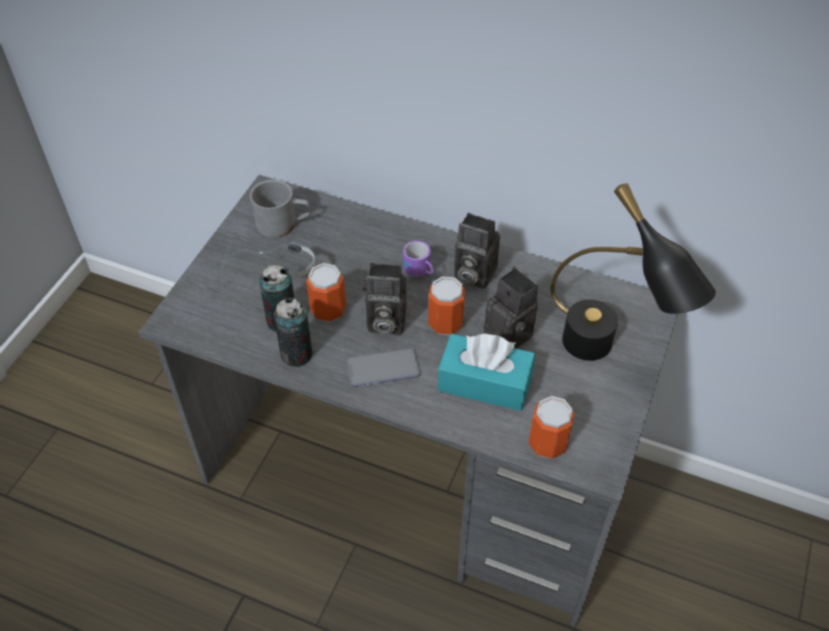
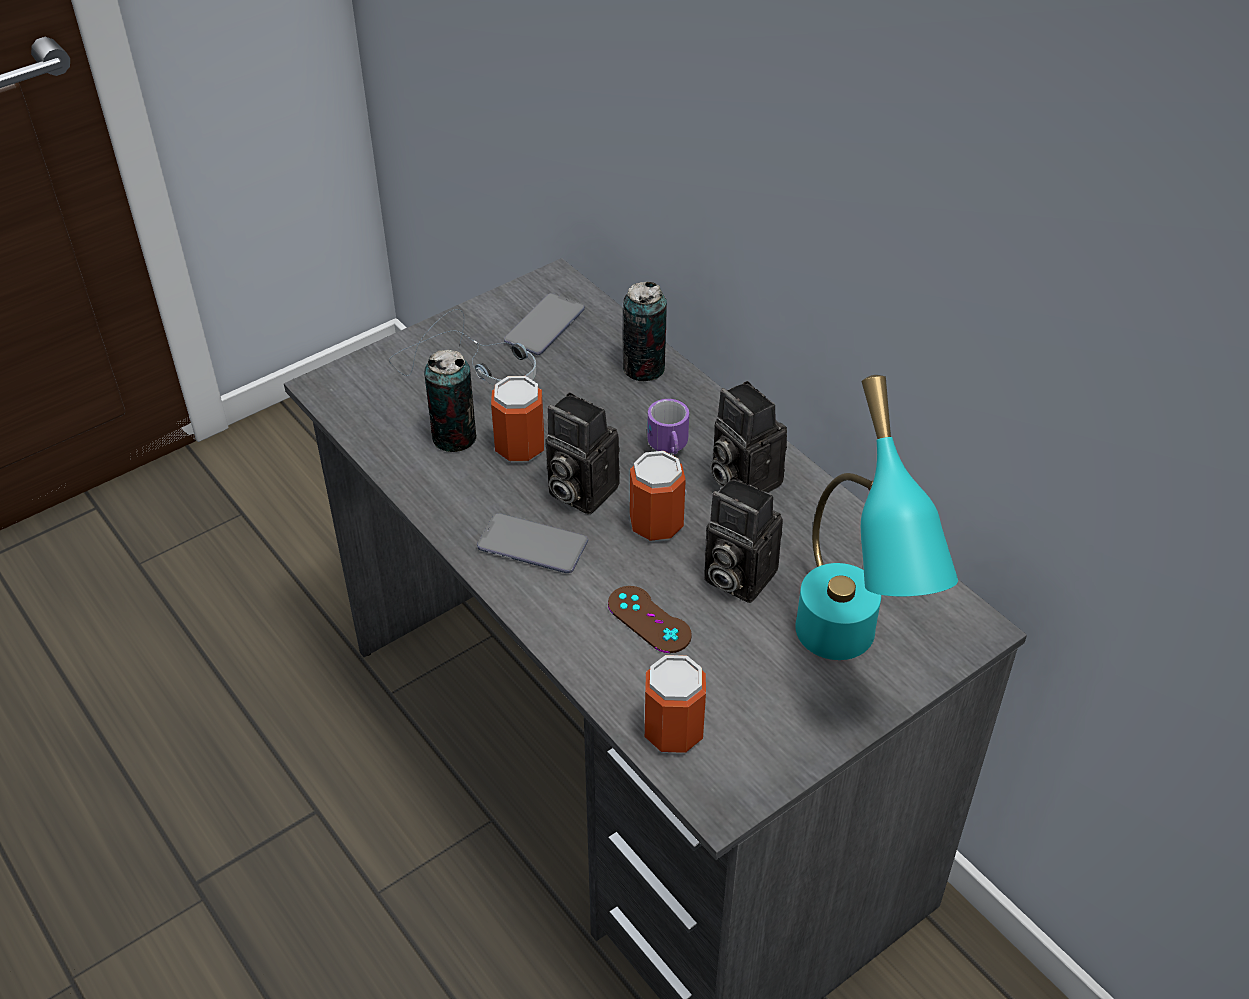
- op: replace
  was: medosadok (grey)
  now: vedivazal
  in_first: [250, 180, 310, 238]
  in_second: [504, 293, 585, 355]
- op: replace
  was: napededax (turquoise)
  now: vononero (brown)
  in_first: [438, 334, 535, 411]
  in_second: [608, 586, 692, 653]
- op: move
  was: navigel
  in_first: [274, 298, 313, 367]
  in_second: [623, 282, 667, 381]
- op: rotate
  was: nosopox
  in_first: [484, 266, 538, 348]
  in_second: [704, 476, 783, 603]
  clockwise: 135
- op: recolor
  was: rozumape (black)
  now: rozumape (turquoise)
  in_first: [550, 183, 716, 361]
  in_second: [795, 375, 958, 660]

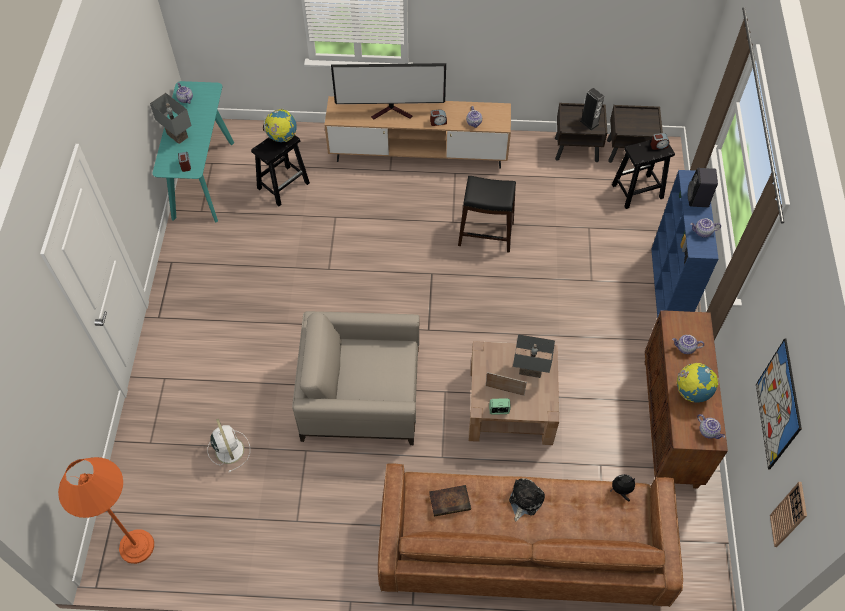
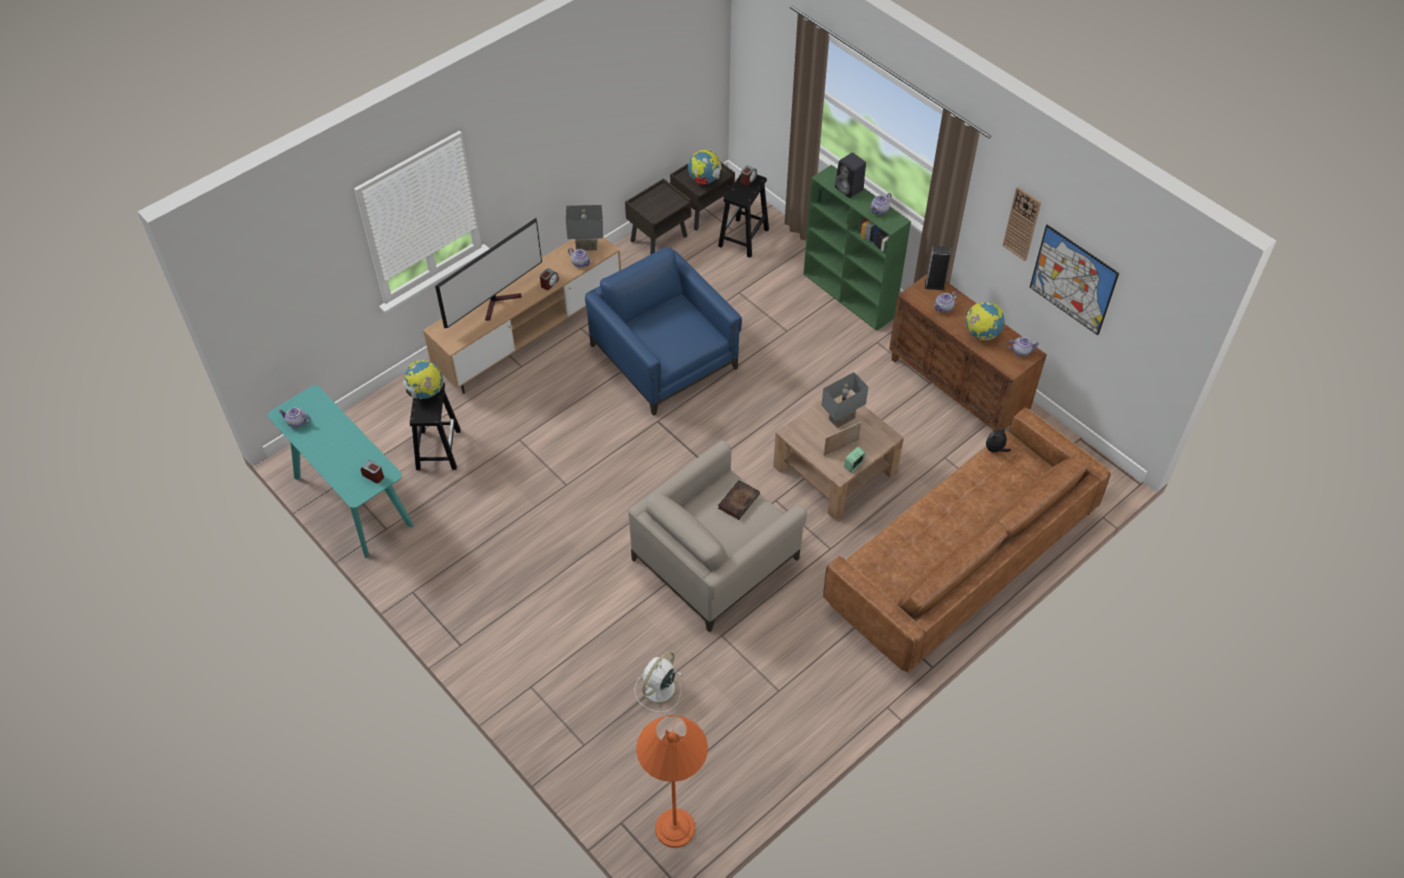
- op: move
  was: rozumape (grey)
  in_first: [150, 93, 192, 144]
  in_second: [566, 205, 603, 251]
- op: replace
  was: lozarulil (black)
  now: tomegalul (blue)
  in_first: [458, 176, 516, 253]
  in_second: [585, 247, 742, 416]
- op: rotate
  was: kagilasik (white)
  in_first: [207, 419, 250, 472]
  in_second: [635, 651, 681, 712]
  clockwise: -75
- op: insert
  now: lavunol
  in_second: [688, 149, 722, 184]
- op: move
  was: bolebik
  in_first: [429, 485, 471, 517]
  in_second: [718, 480, 760, 520]
- op: recolor
  was: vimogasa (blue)
  now: vimogasa (green)
  in_first: [651, 170, 719, 318]
  in_second: [804, 165, 911, 331]
- op: move
  was: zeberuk
  in_first: [580, 88, 604, 131]
  in_second: [925, 246, 950, 290]
- op: move
  was: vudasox
  in_first: [770, 482, 807, 547]
  in_second: [1003, 187, 1041, 261]
- op: delete
  was: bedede
  in_first: [509, 478, 545, 522]

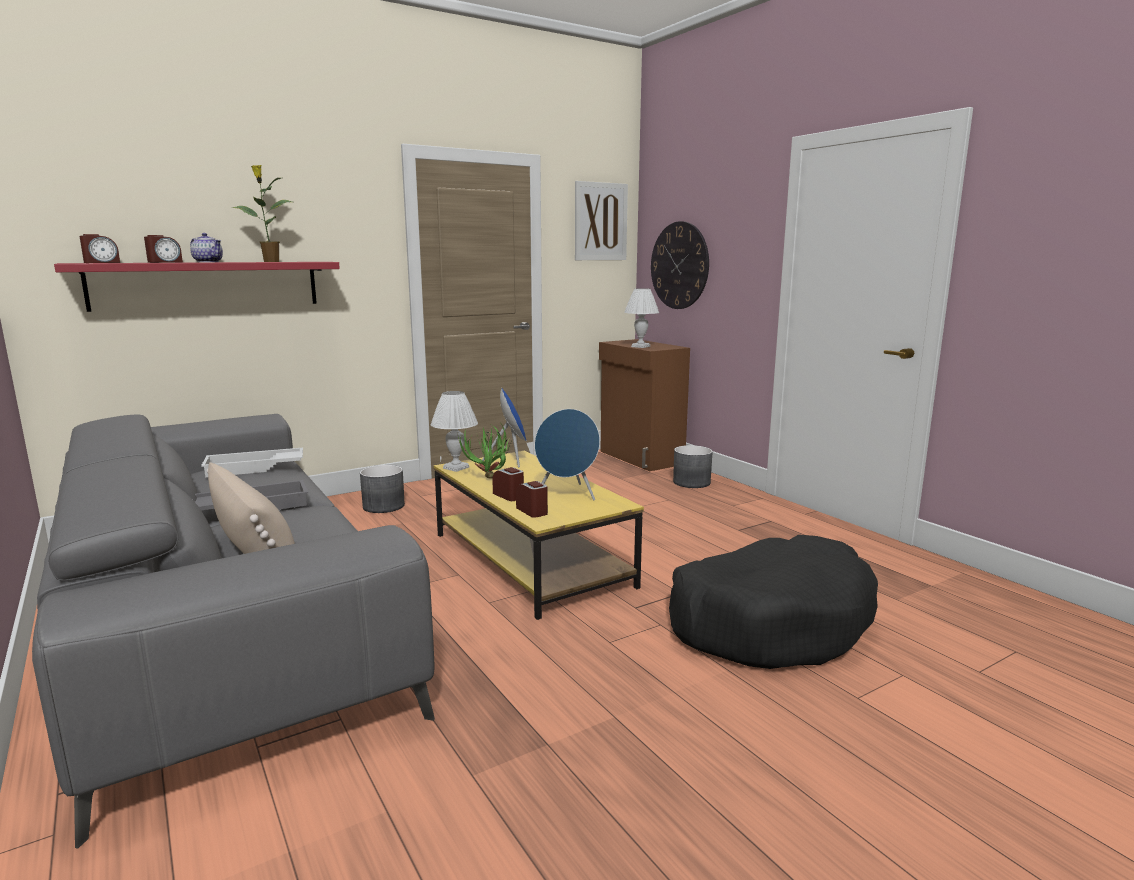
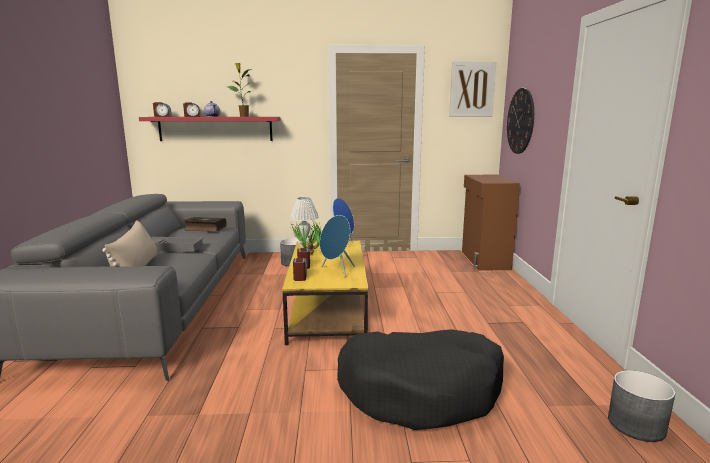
- op: replace
  was: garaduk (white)
  now: bolebik
  in_first: [201, 448, 303, 477]
  in_second: [184, 217, 226, 232]
- op: move
  was: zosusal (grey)
  in_first: [673, 445, 713, 488]
  in_second: [608, 370, 675, 442]
- op: delete
  was: rozumape (white)
  in_first: [624, 288, 659, 348]

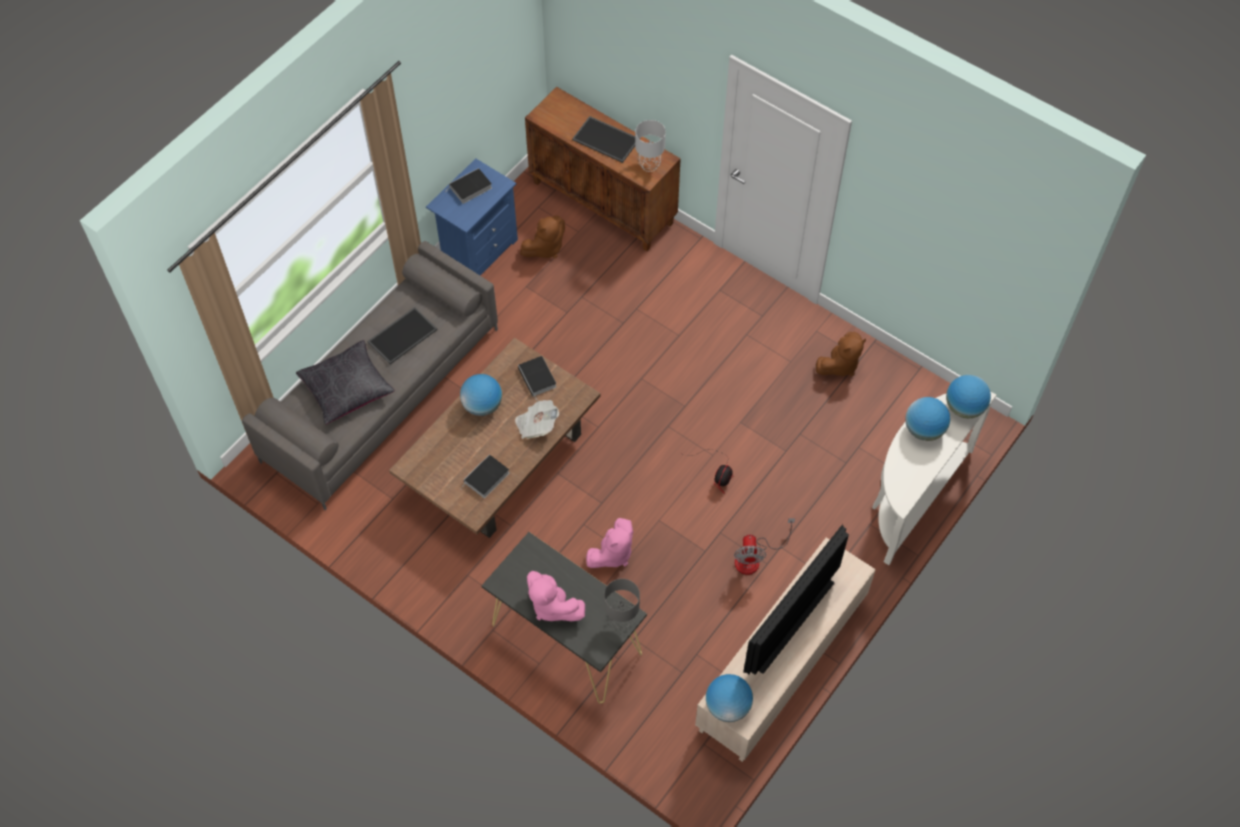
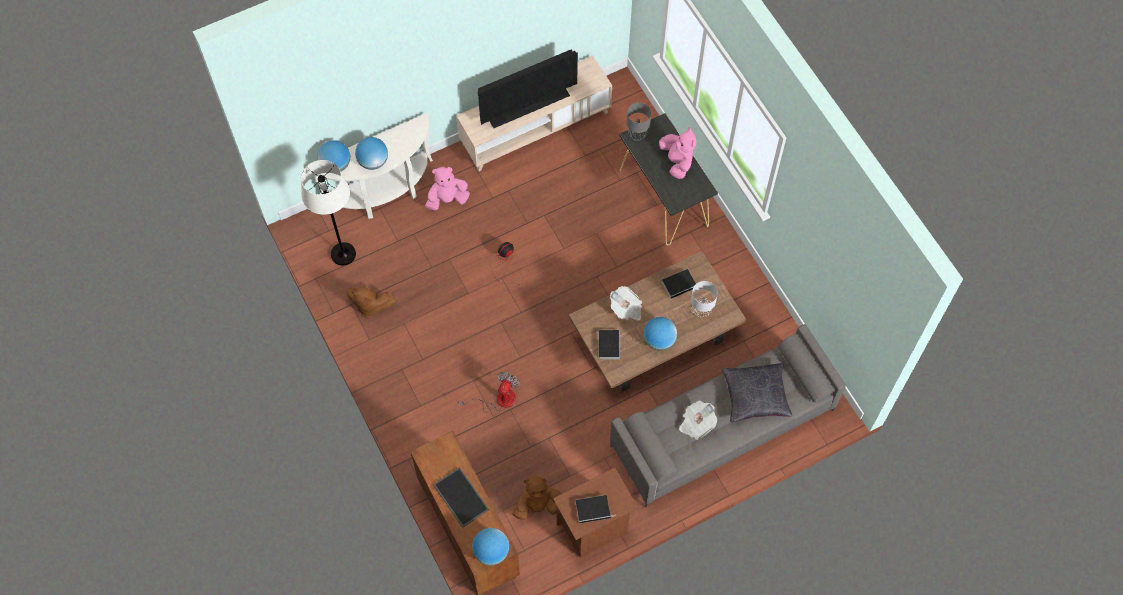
- op: insert
  now: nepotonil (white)
  in_second: [301, 160, 356, 266]
- op: rotate
  was: bedede (brown)
  in_first: [816, 332, 866, 376]
  in_second: [346, 286, 395, 318]
  clockwise: -150
- op: move
  was: bedede (pink)
  in_first: [586, 518, 633, 568]
  in_second: [425, 167, 470, 211]
- op: move
  was: kagilasik
  in_first: [734, 518, 795, 575]
  in_second: [459, 372, 520, 413]
- op: move
  was: lavunol
  in_first: [706, 674, 753, 722]
  in_second: [472, 528, 509, 565]
- op: recolor
  was: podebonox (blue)
  now: podebonox (brown)
  in_first: [426, 158, 518, 276]
  in_second: [553, 467, 638, 558]
- op: replace
  was: garaduk
  now: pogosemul
  in_first: [367, 307, 438, 364]
  in_second: [679, 401, 717, 440]
- op: move
  was: rozumape (grey)
  in_first: [635, 120, 666, 172]
  in_second: [691, 281, 718, 317]

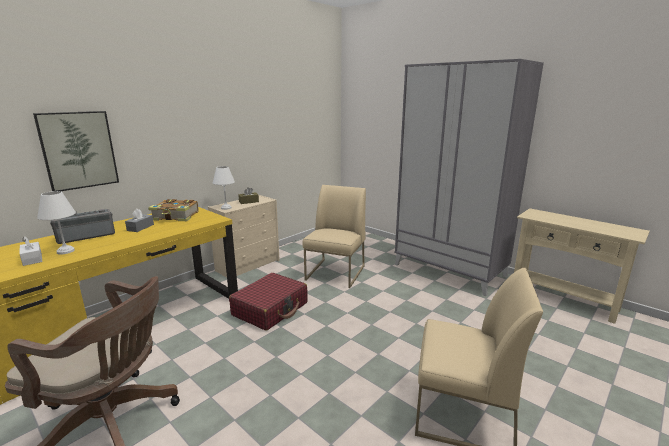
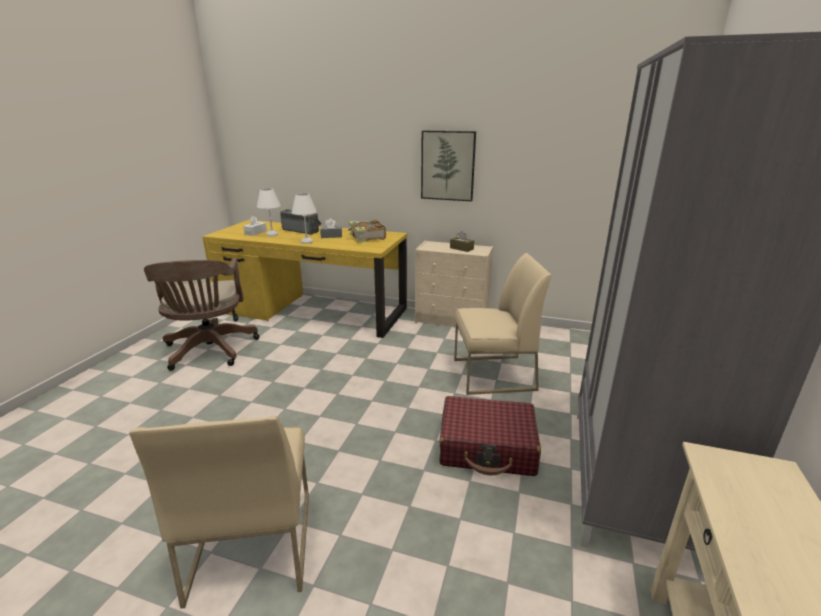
- op: move
  was: rozumape (white)
  in_first: [213, 166, 235, 210]
  in_second: [291, 193, 317, 244]
- op: move
  was: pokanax
  in_first: [33, 111, 119, 191]
  in_second: [421, 131, 476, 201]
- op: move
  was: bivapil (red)
  in_first: [229, 273, 308, 331]
  in_second: [439, 396, 541, 476]

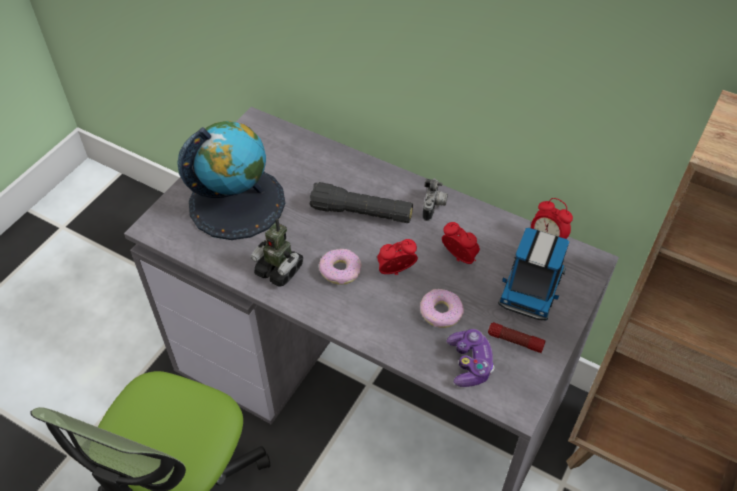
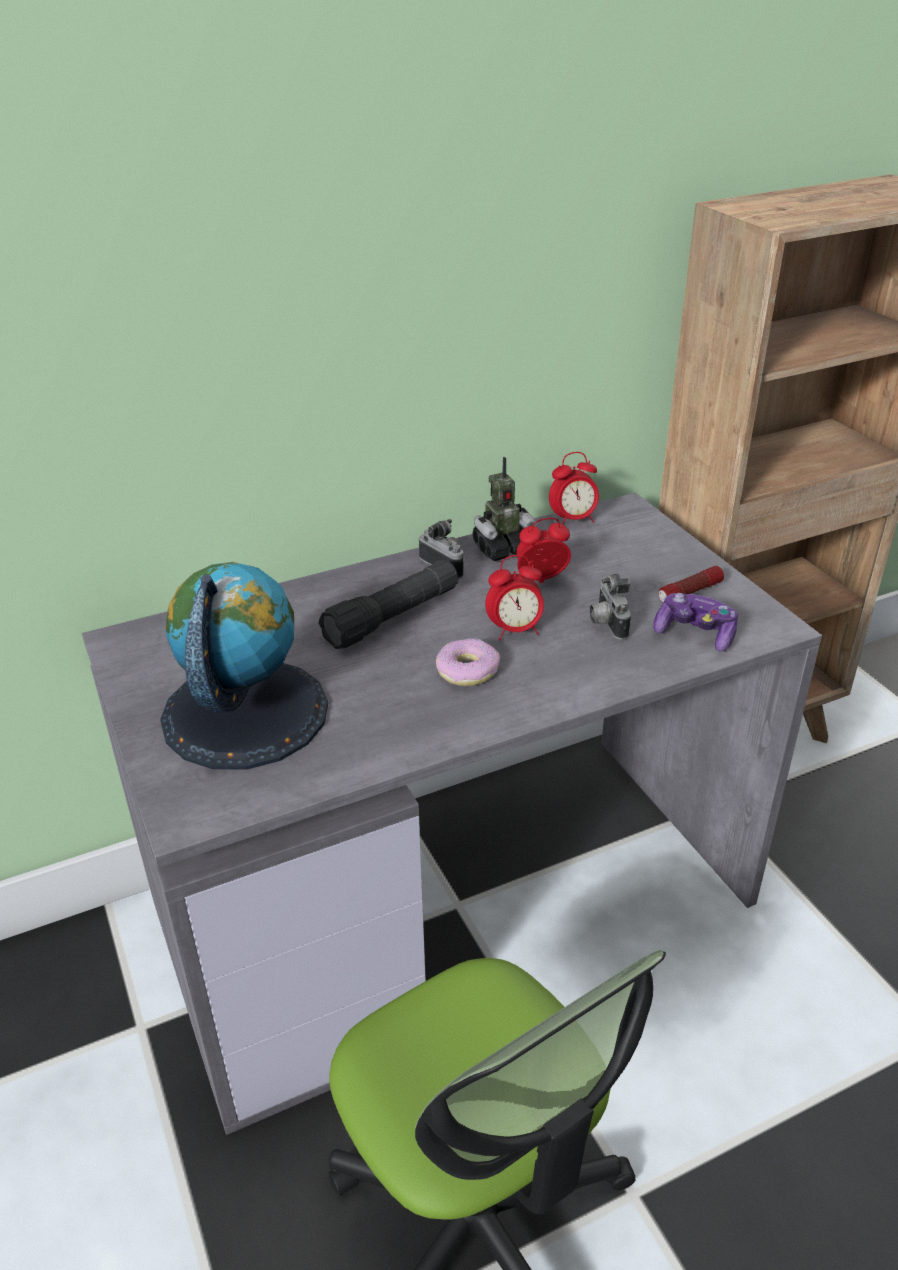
- op: move
  was: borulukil
  in_first: [250, 218, 303, 287]
  in_second: [473, 457, 537, 561]
- op: rotate
  was: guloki
  in_first: [377, 239, 418, 275]
  in_second: [485, 555, 544, 640]
  clockwise: -120
- op: replace
  was: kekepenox
  now: nosopox
  in_first: [420, 289, 464, 328]
  in_second: [590, 574, 631, 640]
- op: delete
  was: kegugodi
  in_first: [498, 228, 569, 320]

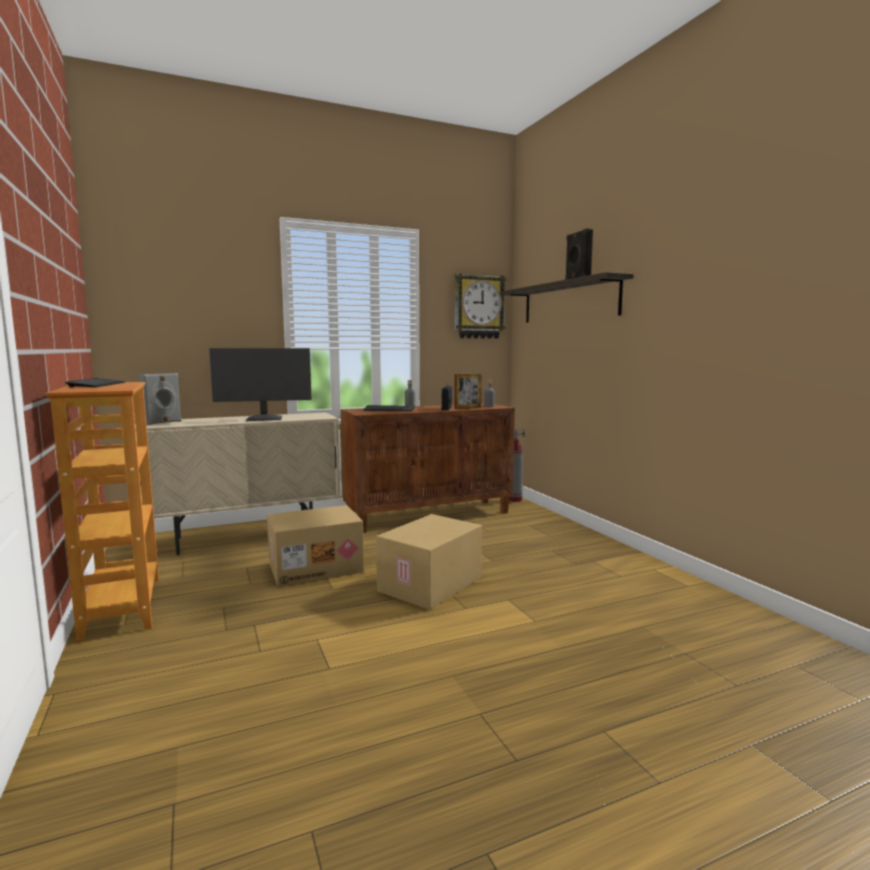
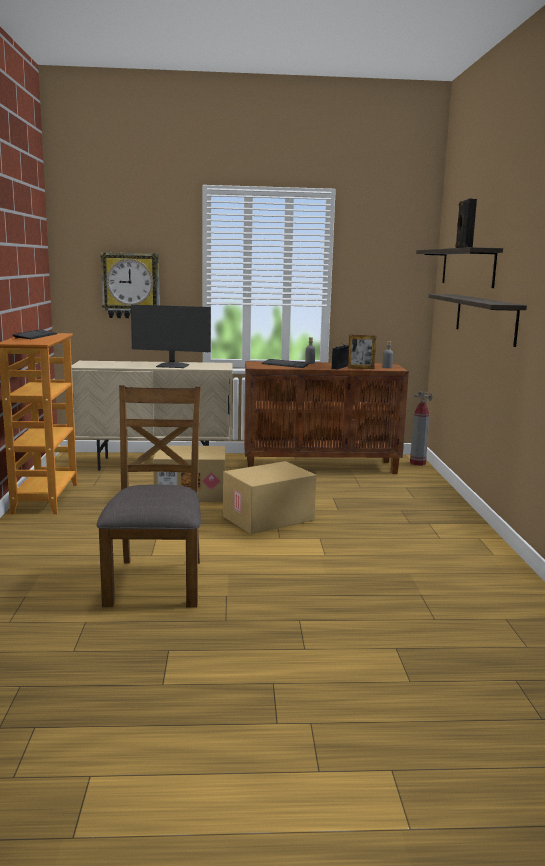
- op: insert
  now: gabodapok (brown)
  in_second: [96, 385, 201, 607]
- op: move
  was: vudasox
  in_first: [455, 273, 507, 339]
  in_second: [100, 252, 160, 318]
- op: insert
  now: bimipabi
  in_second: [428, 294, 527, 347]
- op: delete
  was: zeberuk (grey)
  in_first: [139, 373, 182, 425]

